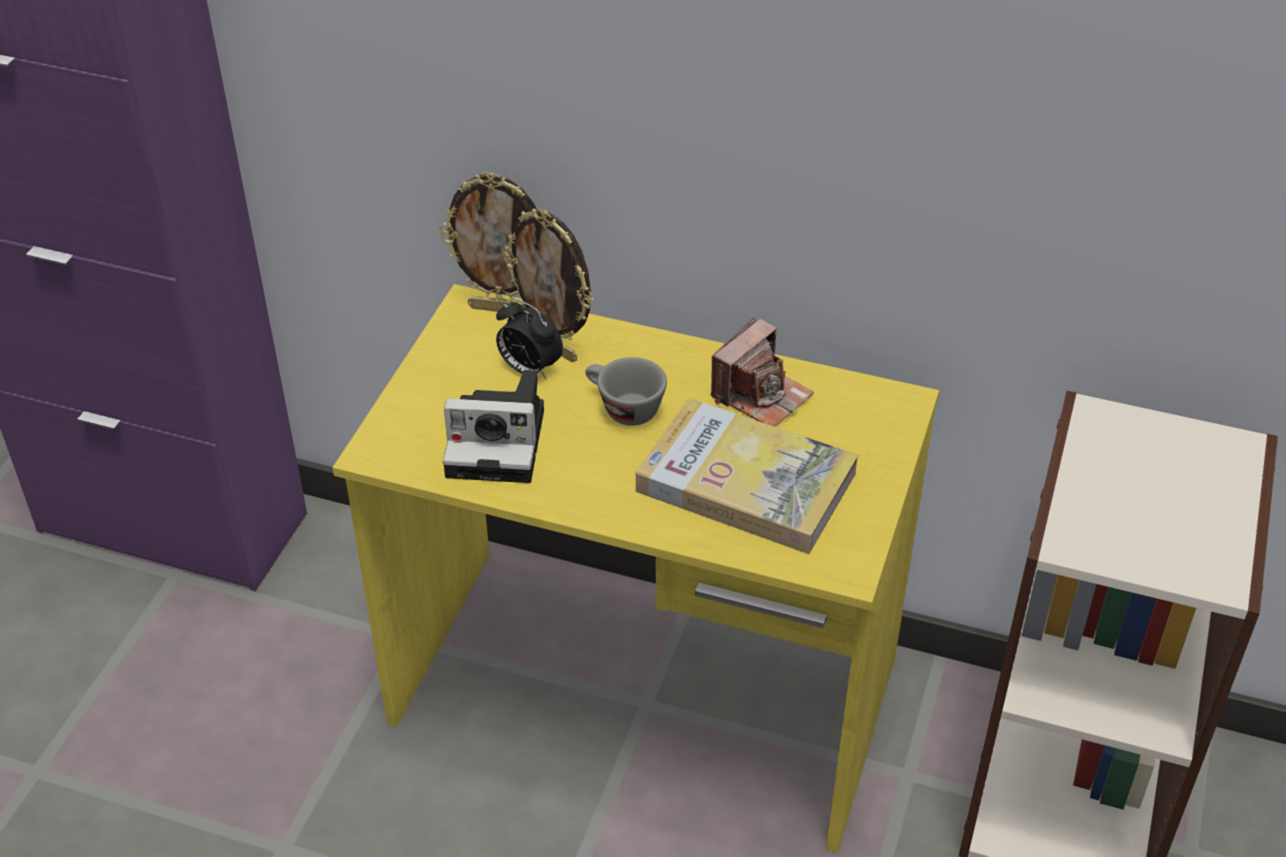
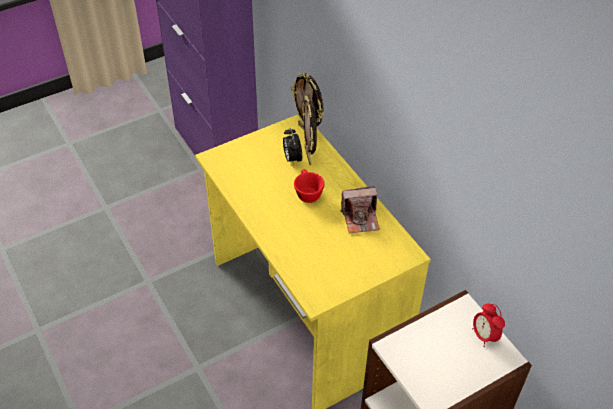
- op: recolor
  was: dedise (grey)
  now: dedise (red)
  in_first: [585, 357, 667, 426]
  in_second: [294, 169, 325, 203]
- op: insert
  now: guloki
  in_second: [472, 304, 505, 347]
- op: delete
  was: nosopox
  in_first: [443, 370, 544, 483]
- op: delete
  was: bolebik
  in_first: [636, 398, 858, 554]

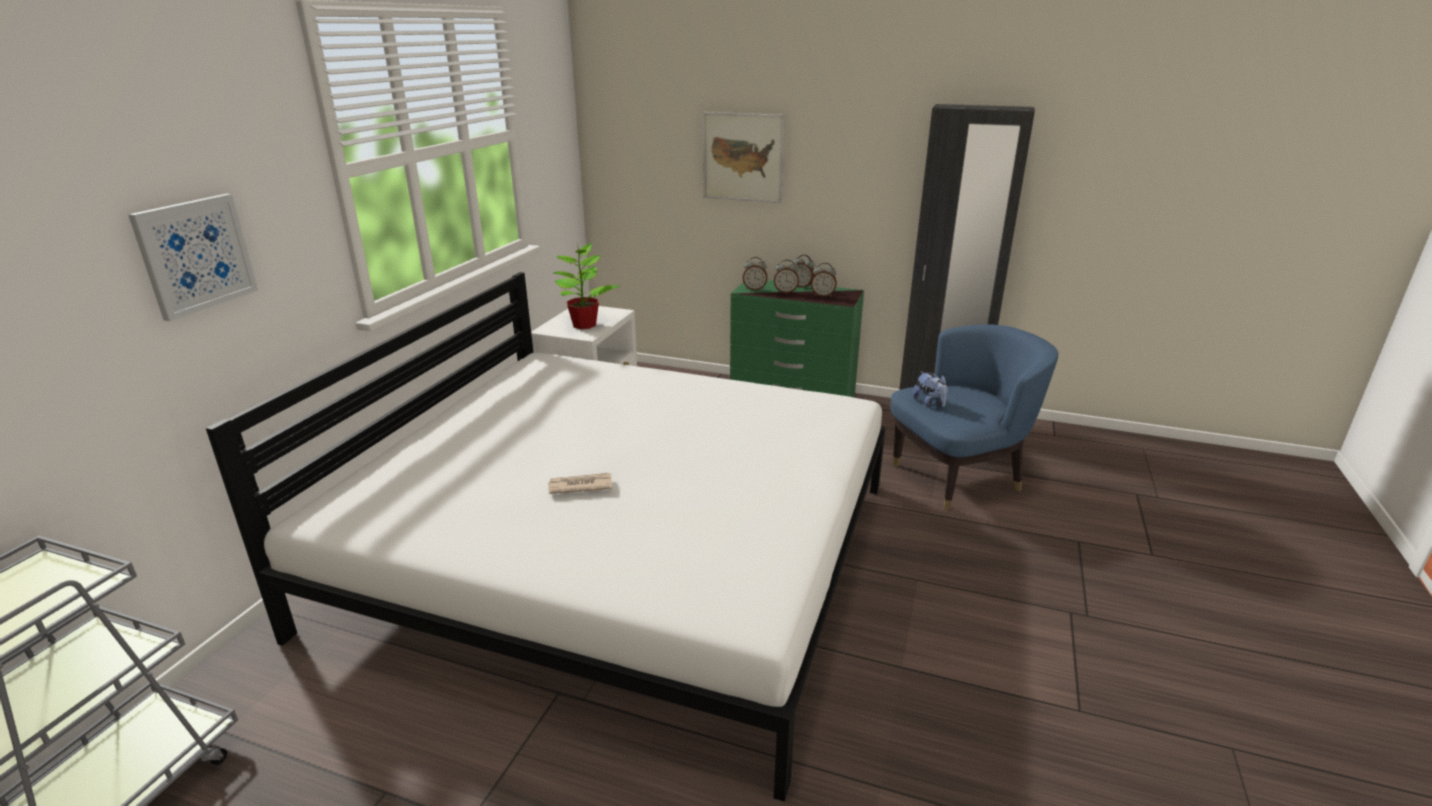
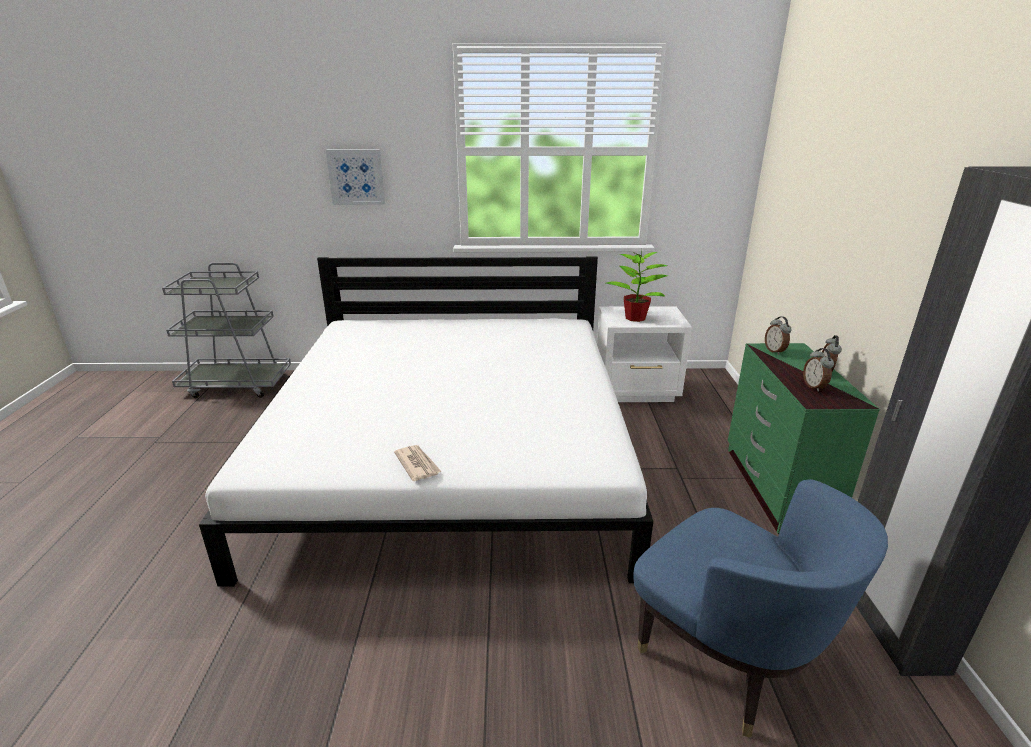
- op: move
  was: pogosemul
  in_first: [548, 473, 612, 494]
  in_second: [394, 445, 442, 481]
- op: delete
  was: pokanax
  in_first: [703, 112, 785, 203]
- op: delete
  was: guloki
  in_first: [774, 259, 799, 293]
- op: delete
  was: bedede
  in_first: [913, 371, 948, 407]

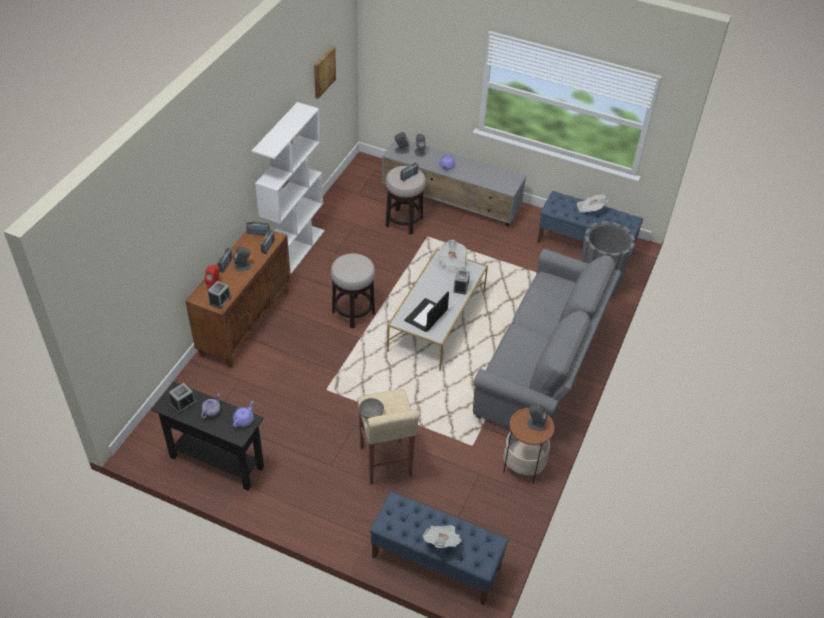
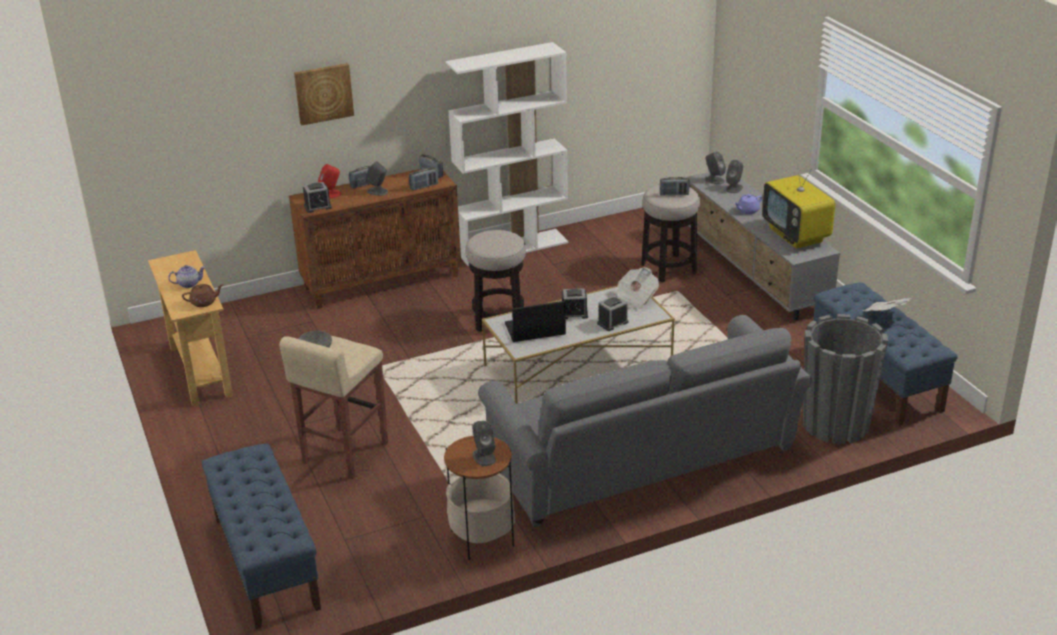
- op: recolor
  was: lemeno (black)
  now: lemeno (beige)
  in_first: [151, 382, 264, 491]
  in_second: [148, 250, 233, 406]
- op: recolor
  was: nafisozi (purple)
  now: nafisozi (brown)
  in_first: [233, 401, 254, 427]
  in_second: [182, 284, 223, 307]
- op: move
  was: pokanax
  in_first: [314, 46, 336, 99]
  in_second: [294, 63, 354, 126]
- op: move
  was: guloki
  in_first: [169, 383, 197, 414]
  in_second: [562, 288, 588, 319]
- op: insert
  now: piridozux
  in_second: [762, 157, 836, 249]
- op: delete
  was: pogosemul
  in_first: [423, 525, 462, 548]

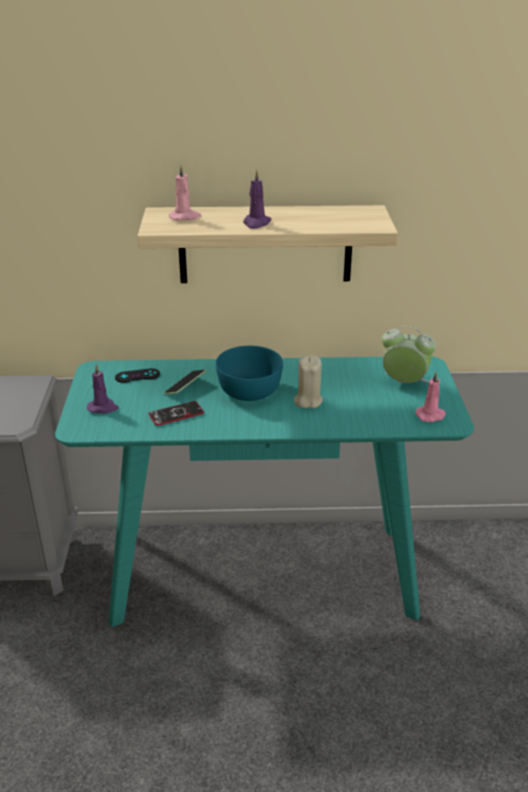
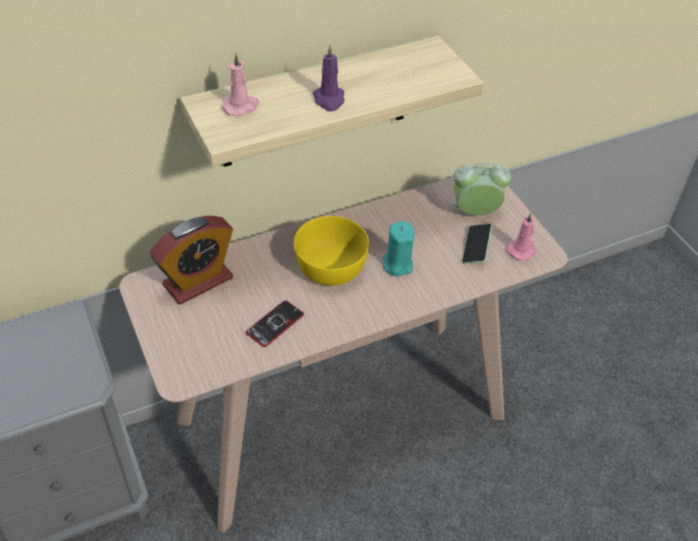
- op: recolor
  was: lemeno (turquoise)
  now: lemeno (beige)
  in_first: [55, 356, 474, 627]
  in_second: [119, 177, 567, 533]
- op: replace
  was: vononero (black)
  now: guloki
  in_first: [115, 368, 160, 383]
  in_second: [150, 216, 233, 305]
- op: recolor
  was: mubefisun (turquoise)
  now: mubefisun (yellow)
  in_first: [216, 346, 283, 401]
  in_second: [294, 216, 369, 286]
- op: recolor
  was: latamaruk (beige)
  now: latamaruk (turquoise)
  in_first: [294, 355, 323, 408]
  in_second: [383, 221, 414, 277]
- op: move
  was: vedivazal
  in_first: [164, 369, 207, 394]
  in_second: [462, 224, 492, 264]
- op: delete
  was: latamaruk (purple)
  in_first: [87, 364, 119, 414]

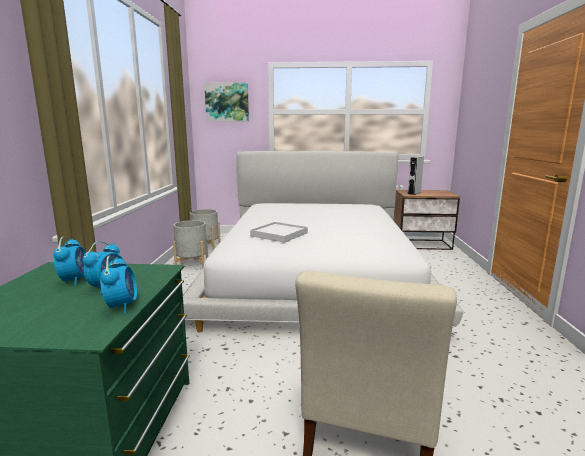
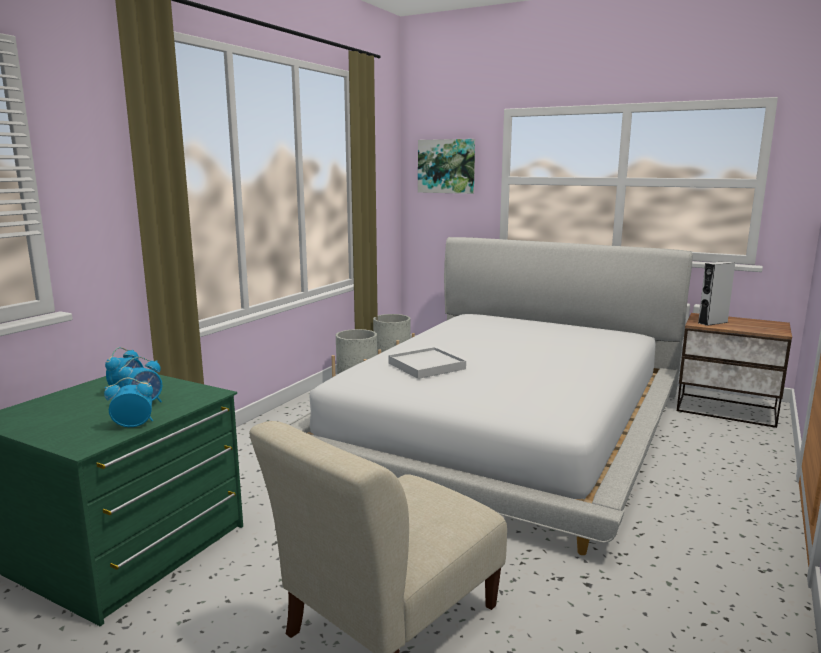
- op: rotate
  was: guloki
  in_first: [100, 256, 137, 314]
  in_second: [104, 378, 153, 427]
  clockwise: -120

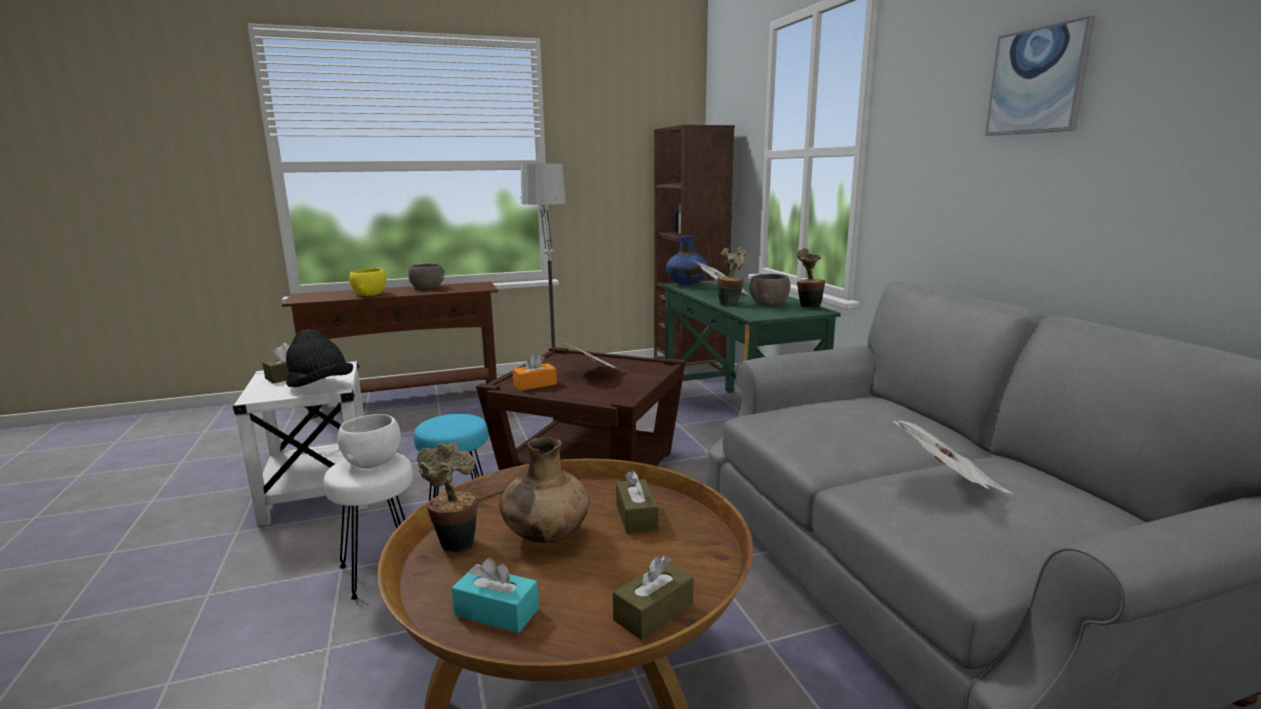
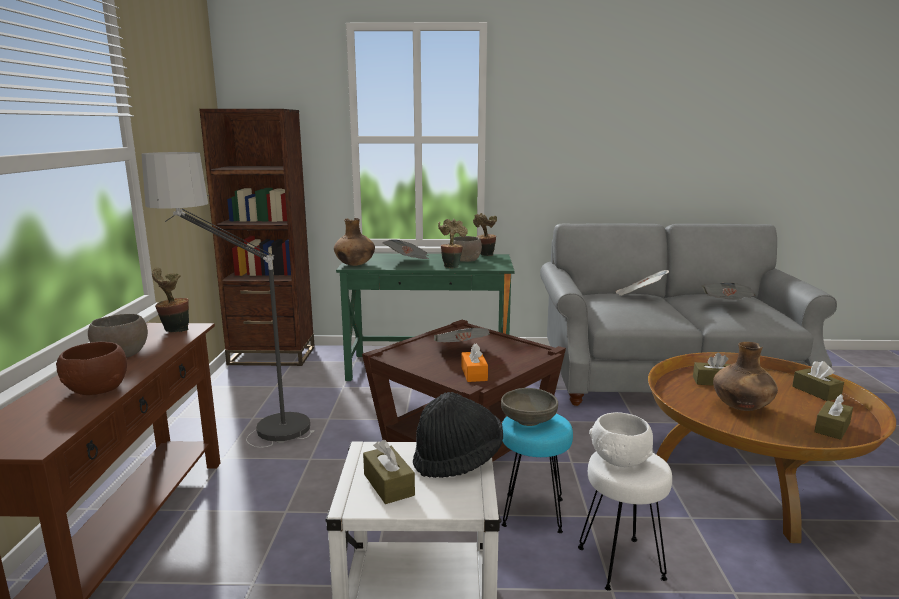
- op: recolor
  was: mubefisun (yellow)
  now: mubefisun (brown)
  in_first: [349, 268, 386, 296]
  in_second: [56, 342, 127, 395]
- op: move
  was: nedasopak
  in_first: [417, 442, 478, 553]
  in_second: [152, 267, 189, 332]
- op: recolor
  was: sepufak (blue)
  now: sepufak (brown)
  in_first: [666, 235, 708, 285]
  in_second: [334, 218, 375, 266]
- op: insert
  now: mubefisun (grey)
  in_second: [501, 388, 558, 426]
- op: insert
  now: pogosemul
  in_second: [616, 270, 669, 296]
- op: recolor
  was: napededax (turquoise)
  now: napededax (brown)
  in_first: [452, 558, 539, 633]
  in_second: [814, 394, 853, 440]
- op: delete
  was: pokanax
  in_first: [985, 15, 1096, 136]

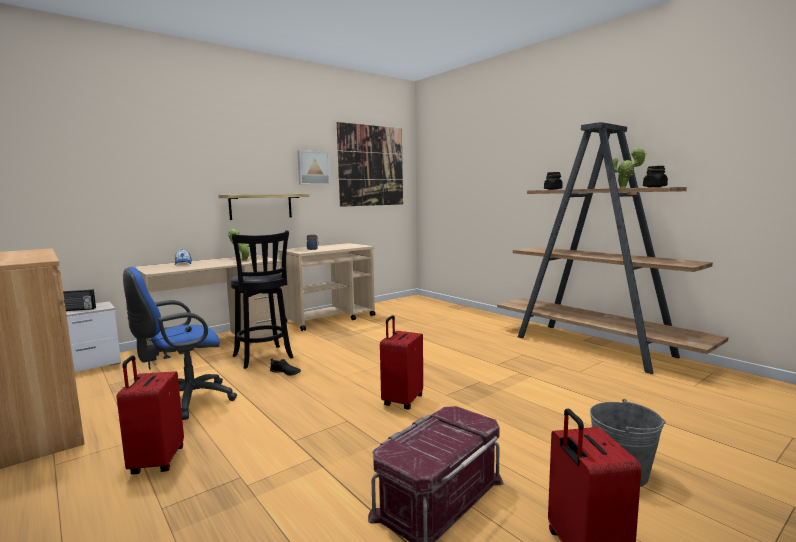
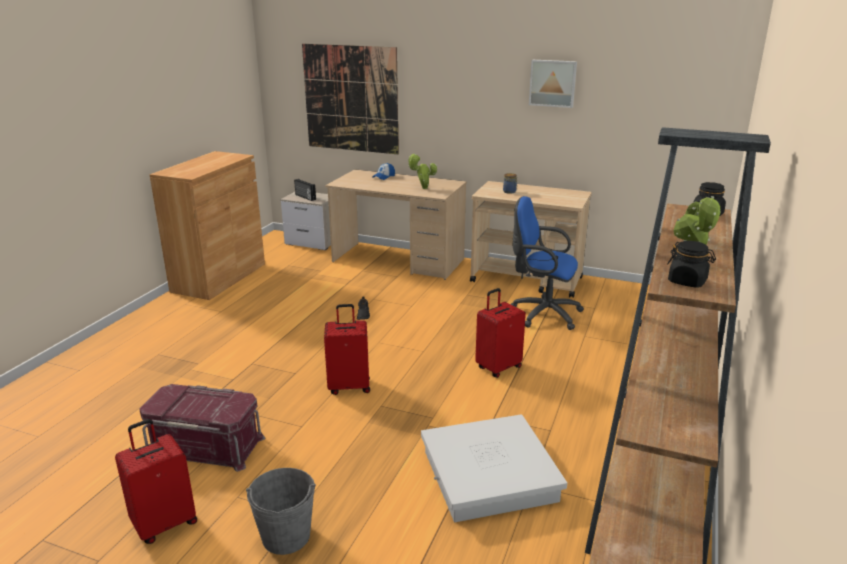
- op: move
  was: pokanax
  in_first: [337, 122, 403, 207]
  in_second: [302, 44, 399, 154]
- op: insert
  now: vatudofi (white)
  in_second: [421, 414, 567, 522]
- op: move
  was: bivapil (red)
  in_first: [117, 356, 184, 475]
  in_second: [475, 288, 526, 378]
- op: move
  was: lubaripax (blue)
  in_first: [123, 267, 237, 420]
  in_second: [511, 196, 584, 330]
- op: delete
  was: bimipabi
  in_first: [218, 194, 310, 220]
- op: delete
  was: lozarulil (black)
  in_first: [230, 230, 294, 369]

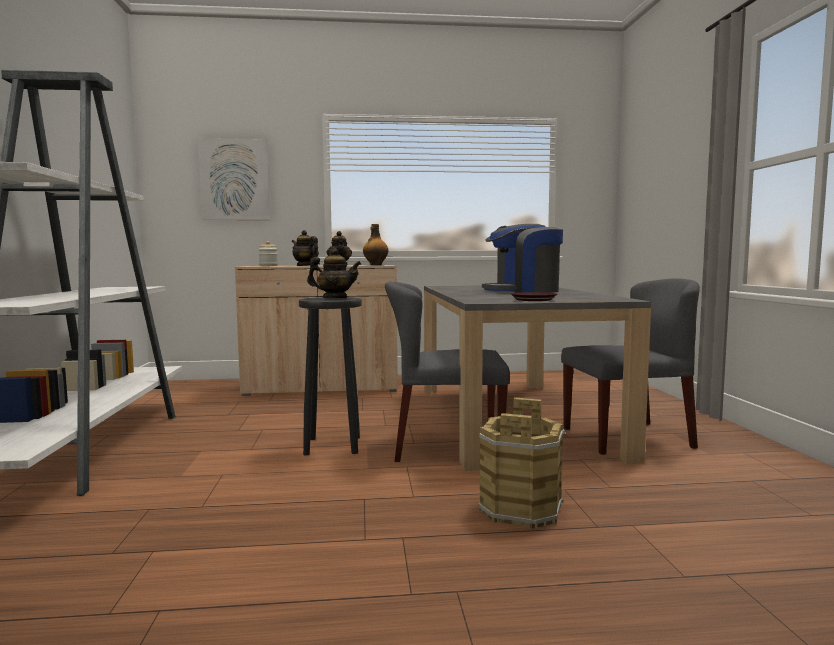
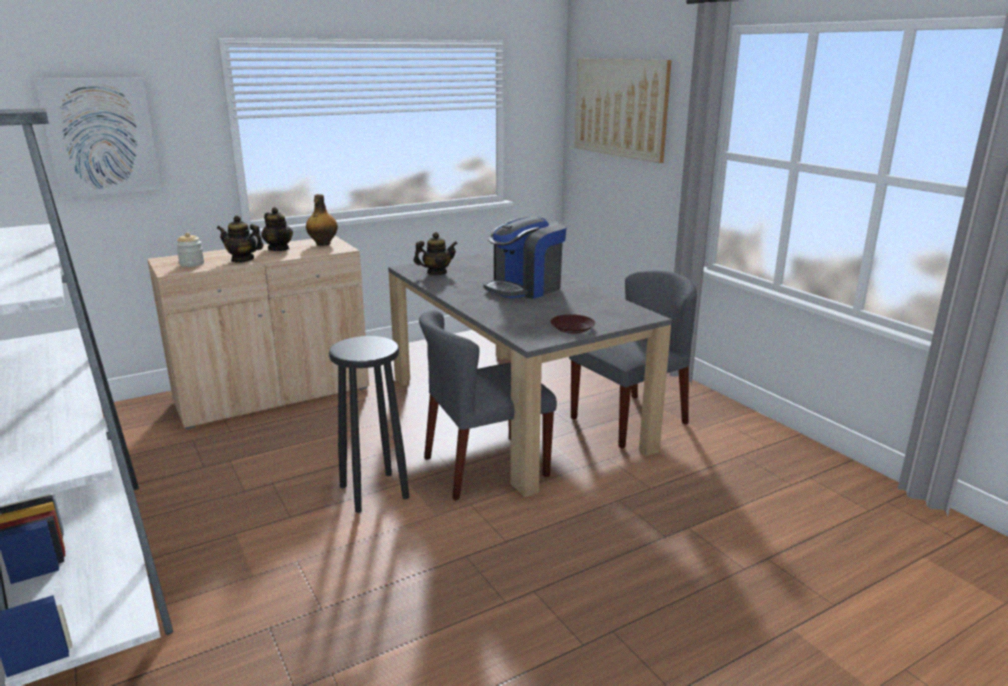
- op: move
  was: nafisozi
  in_first: [307, 248, 361, 298]
  in_second: [414, 232, 458, 275]
- op: insert
  now: pokanax
  in_second: [575, 59, 672, 163]
- op: delete
  was: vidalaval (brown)
  in_first: [478, 397, 565, 529]

